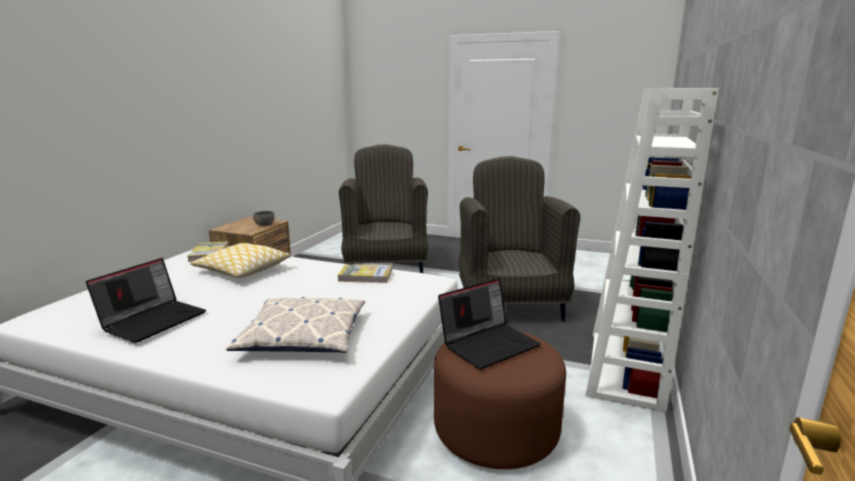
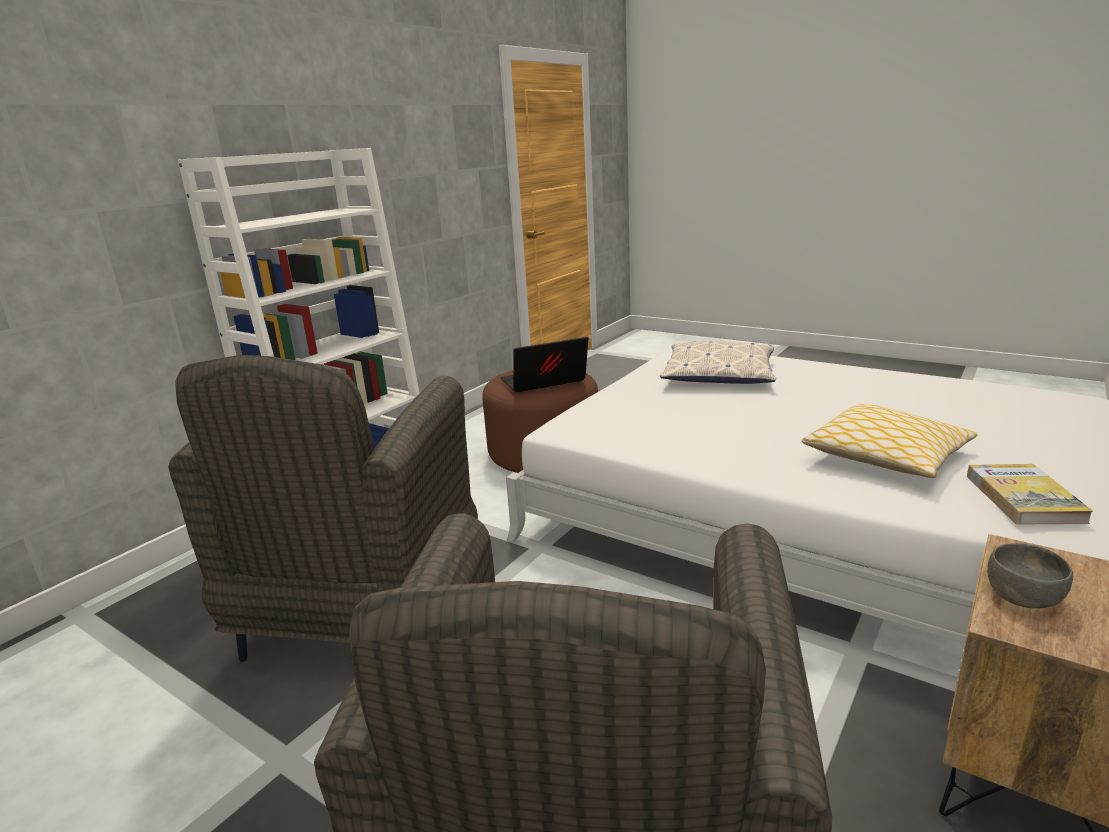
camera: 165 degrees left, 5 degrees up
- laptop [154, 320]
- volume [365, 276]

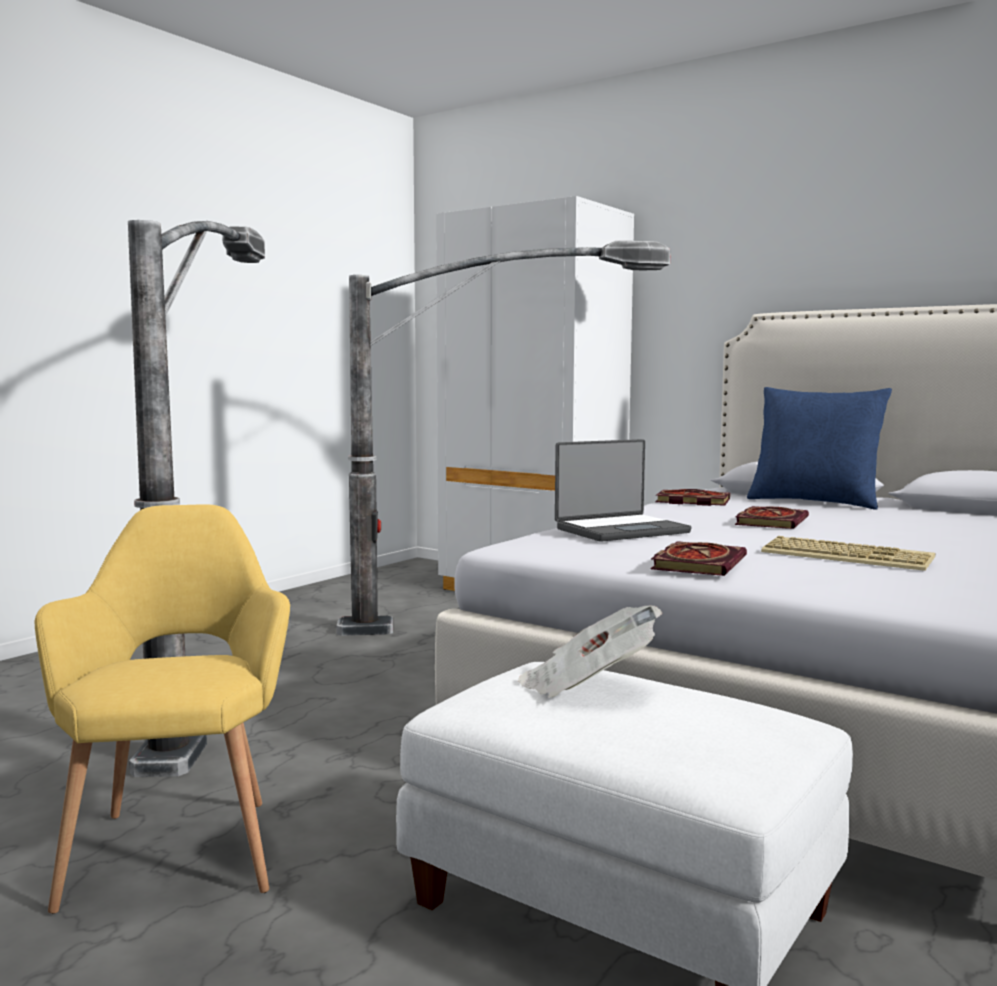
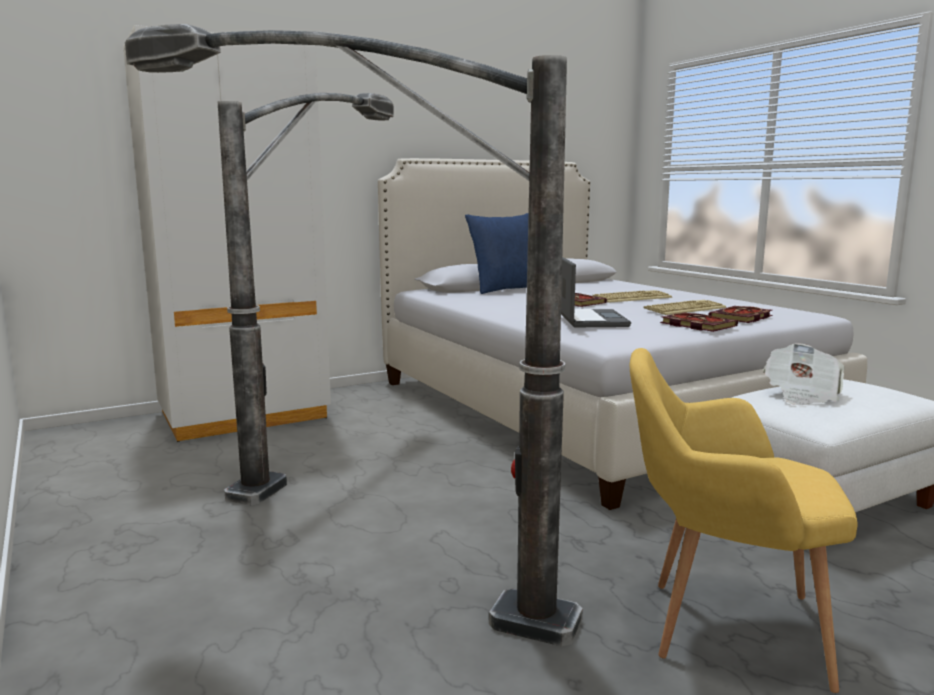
camera: 65 degrees left, 5 degrees up
~ volume [690, 501] to [741, 317]
+ keyboard [631, 298]

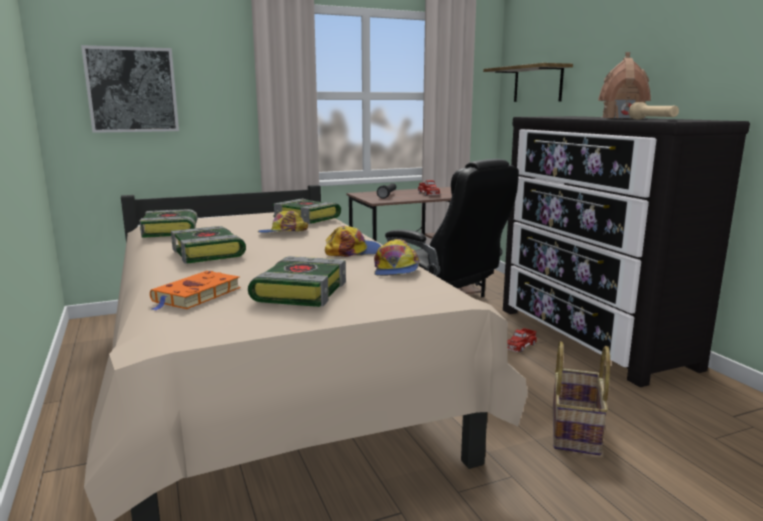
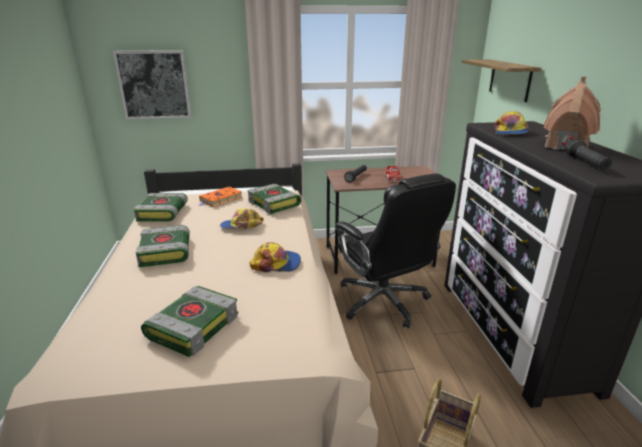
camera: 15 degrees right, 10 degrees up
~ hand torch (sand-coloured) [653, 120] to hand torch (blackish) [586, 163]
~ peaked cap [396, 269] to [510, 132]
~ volume (orangey) [195, 295] to [220, 199]
- toy truck [520, 346]

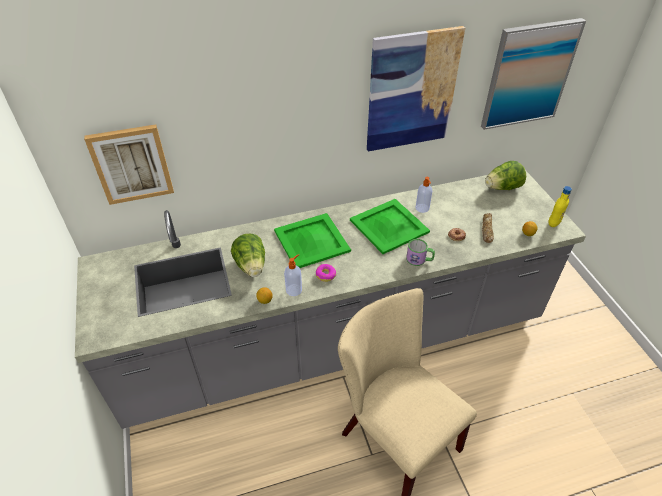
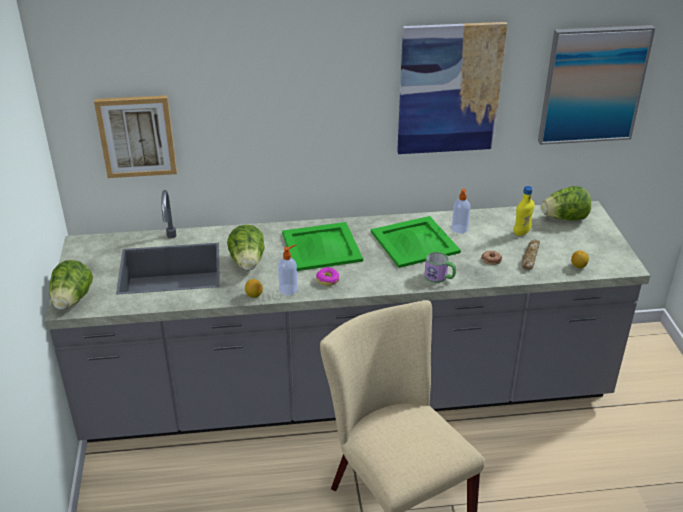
camera: 10 degrees right, 10 degrees down
~ bottle (yellowish) [553, 223] to [521, 232]
+ lettuce [72, 300]

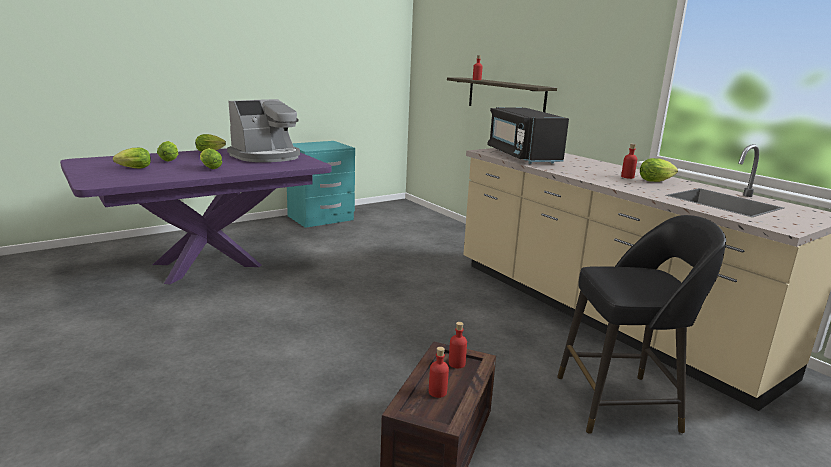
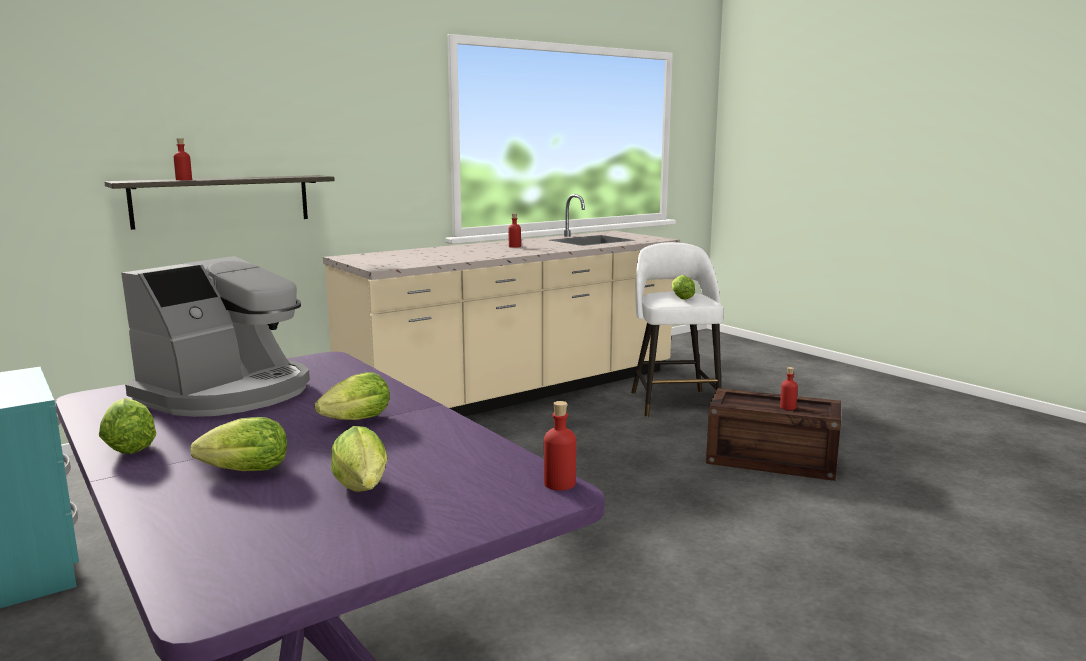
camera: 90 degrees left, 5 degrees down
~ coffee machine [266, 156] = [228, 393] 75 degrees clockwise
- microwave oven (blackish) [522, 156]
~ lettuce [657, 181] to [681, 297]
~ stool seat (blackish) [620, 403] to stool seat (white-coloured) [674, 402]
~ bottle (red-coloured) [456, 363] to [559, 483]

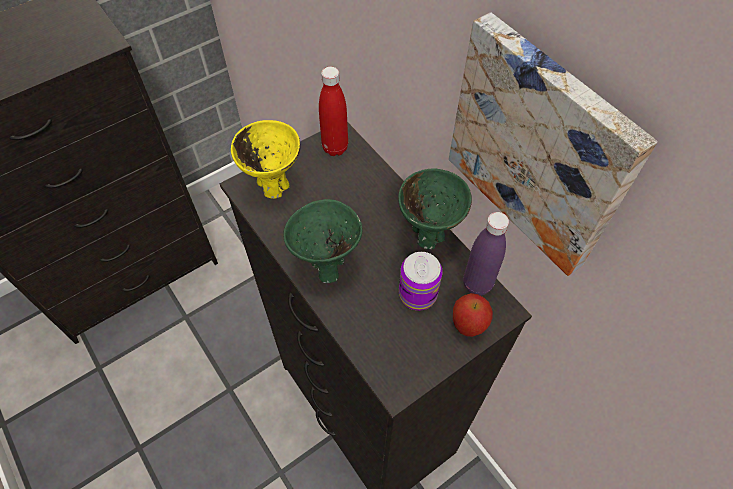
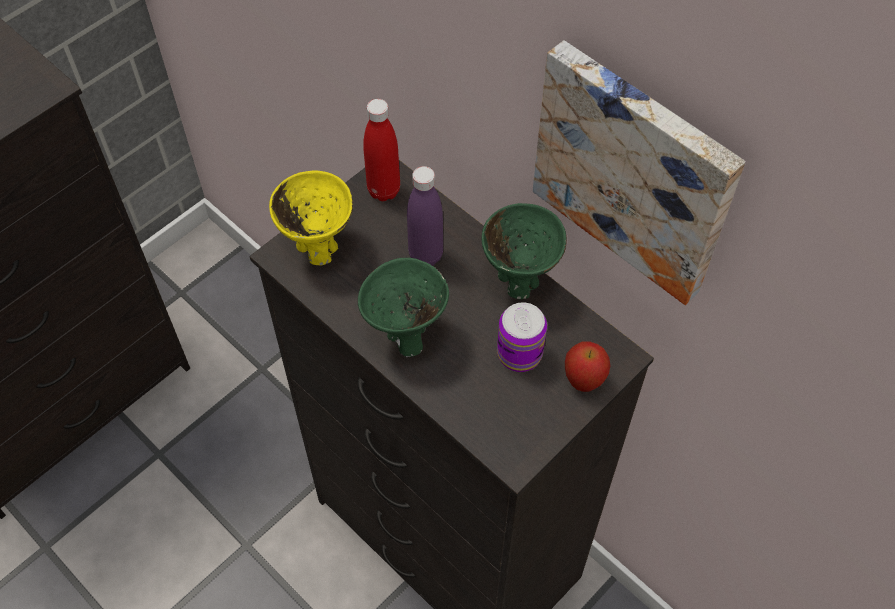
camera: 10 degrees left, 0 degrees up
~ bottle (purple-coloured) [477, 284] to [426, 255]

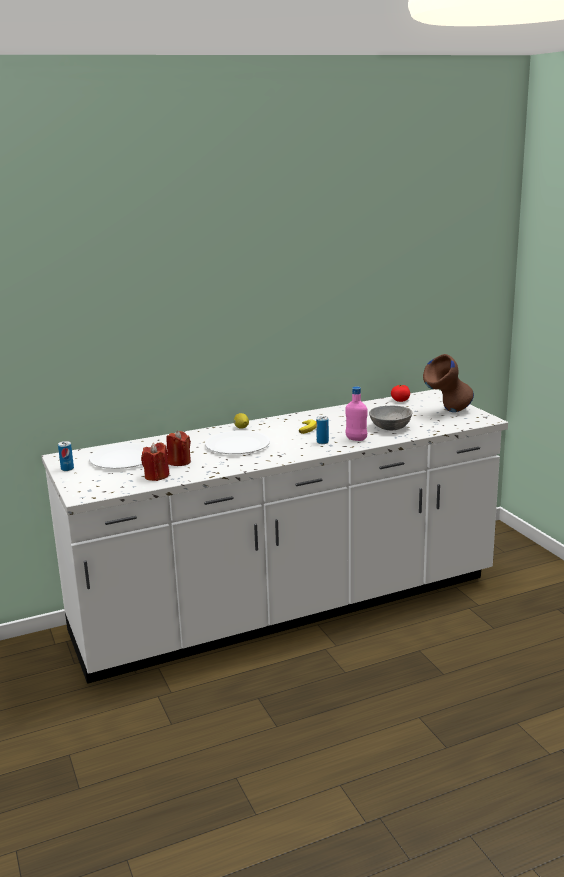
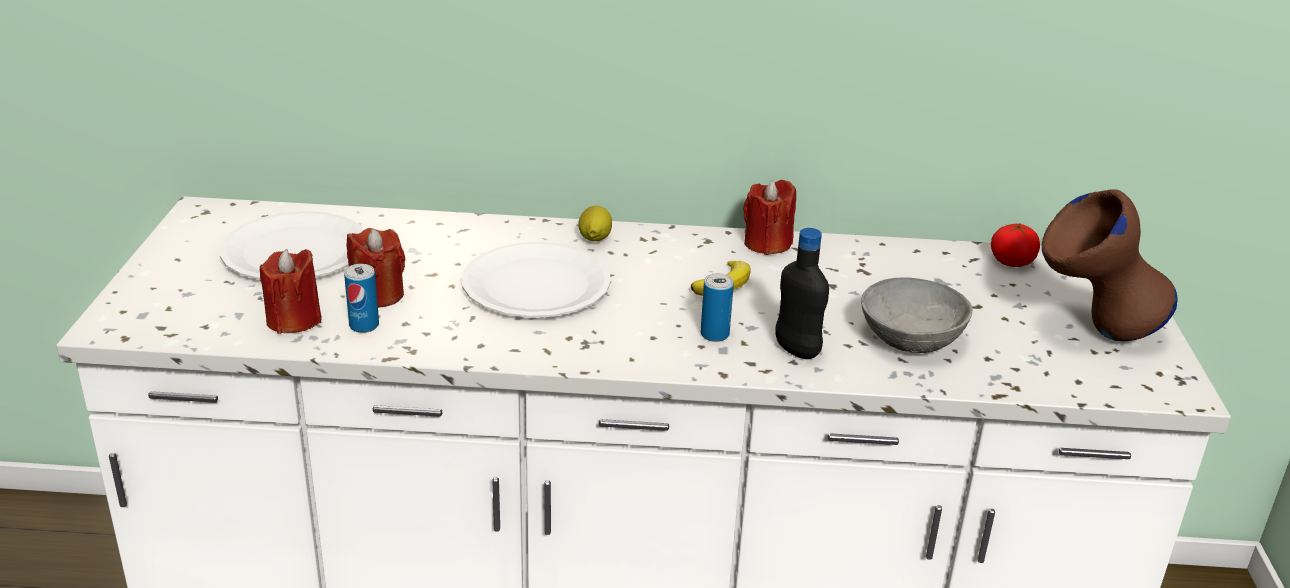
camera: 25 degrees right, 10 degrees up
~ bottle (pink) [356, 439] to bottle (blackish) [796, 350]
~ can [67, 469] to [364, 325]
+ wax candle (red-coloured) [767, 244]

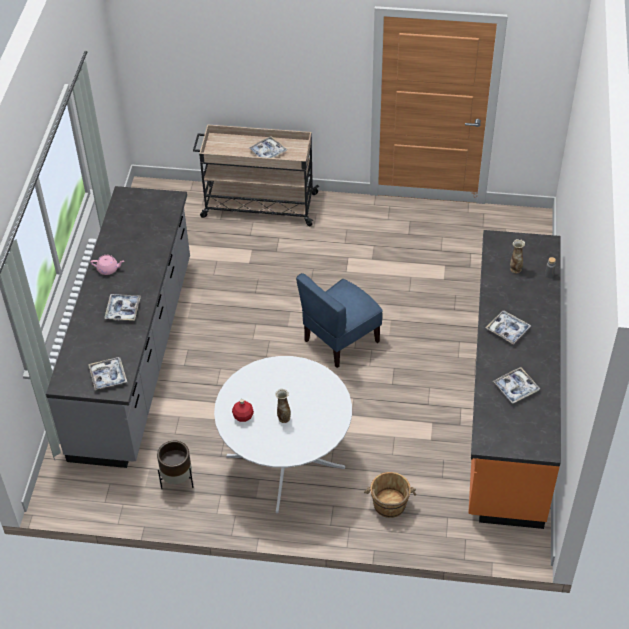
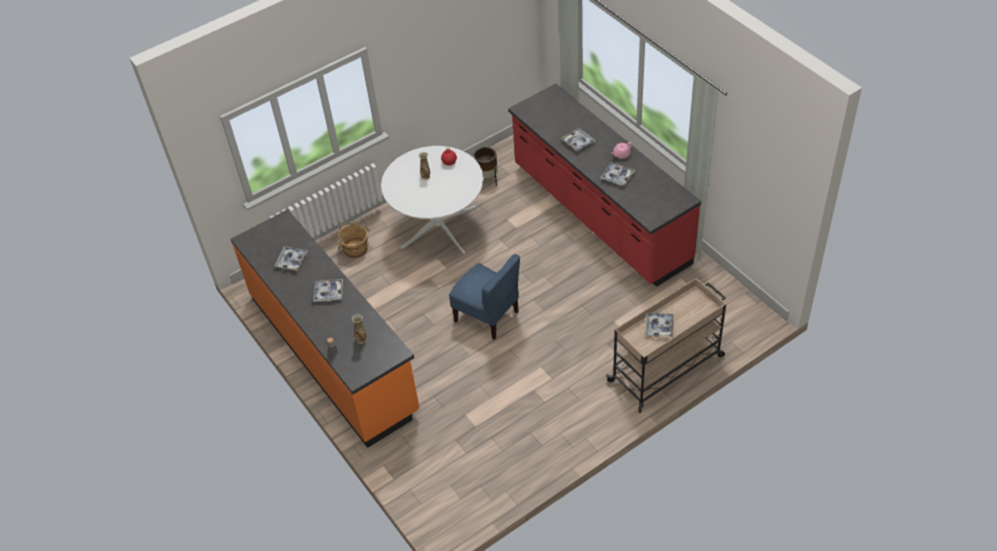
camera: 140 degrees right, 0 degrees up
~ kitchen counter (grey) [134, 356] to kitchen counter (red-coloured) [599, 215]
~ chair (bluish) [340, 340] = [487, 316] 120 degrees clockwise
~ carrying tray [108, 376] to [617, 176]

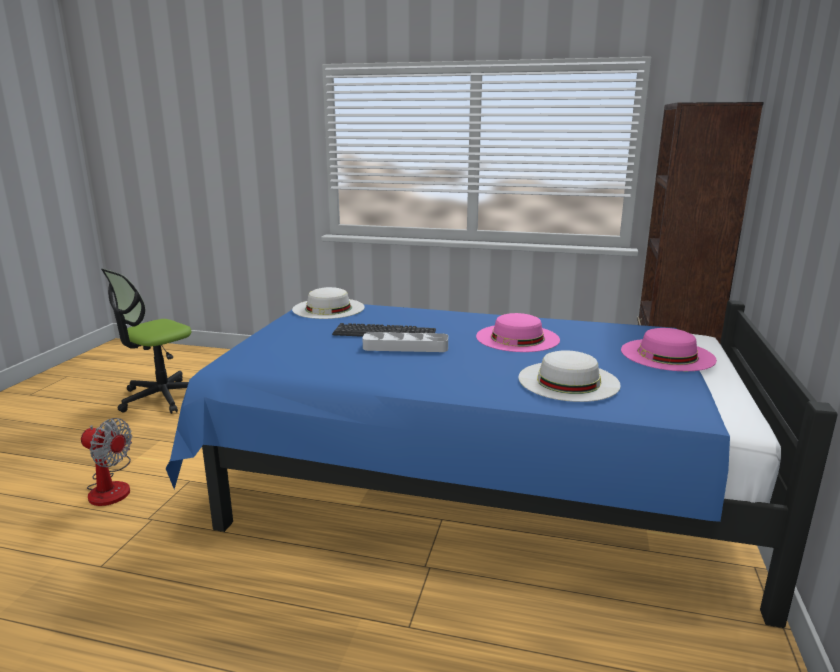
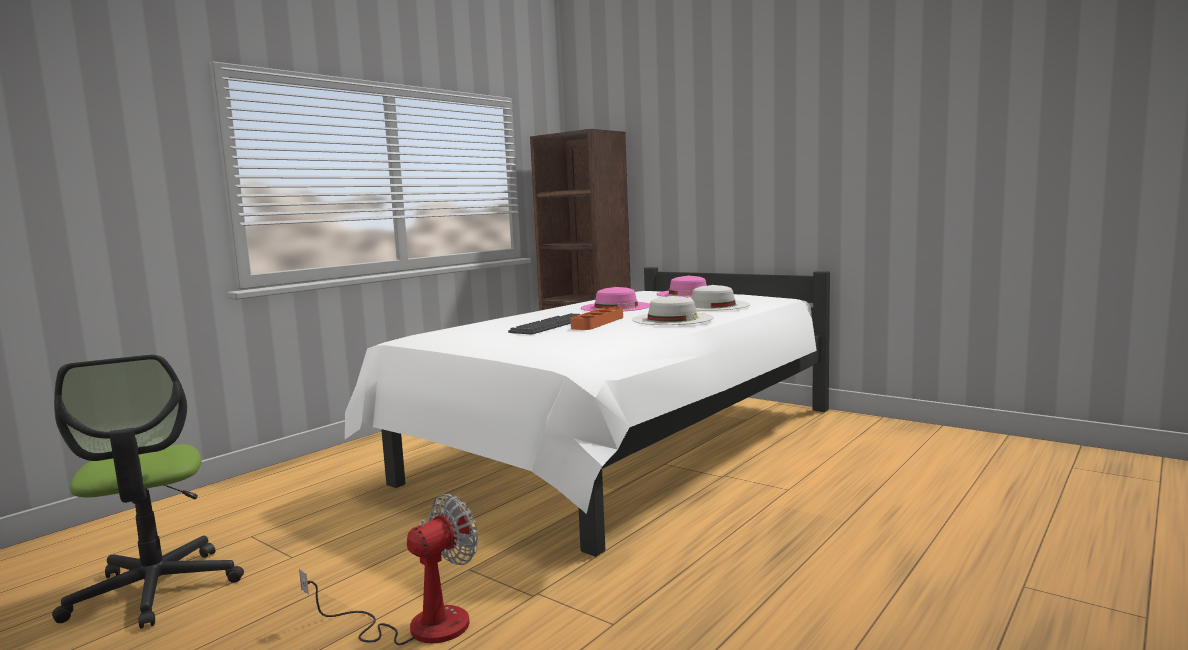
camera: 65 degrees left, 10 degrees down
~ hat (white-coloured) [328, 308] to [672, 319]
~ bedroom bed (bluish) [471, 483] to bedroom bed (white-coloured) [622, 448]
~ carrying tray (grey) [405, 347] to carrying tray (orangey) [598, 323]

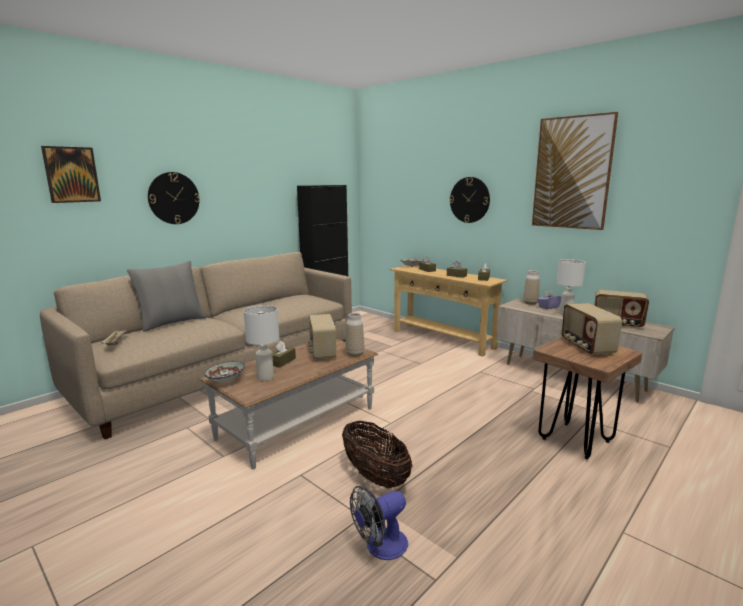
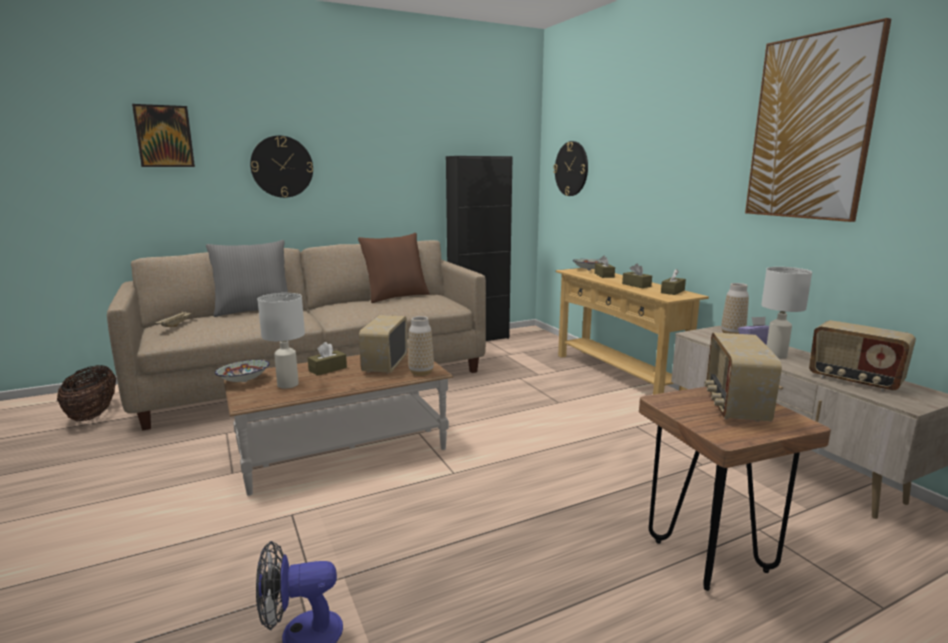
camera: 20 degrees right, 0 degrees up
~ wall clock [469, 200] to [571, 169]
~ household basket [375, 476] to [93, 414]
+ pillow (brown-coloured) [395, 297]

